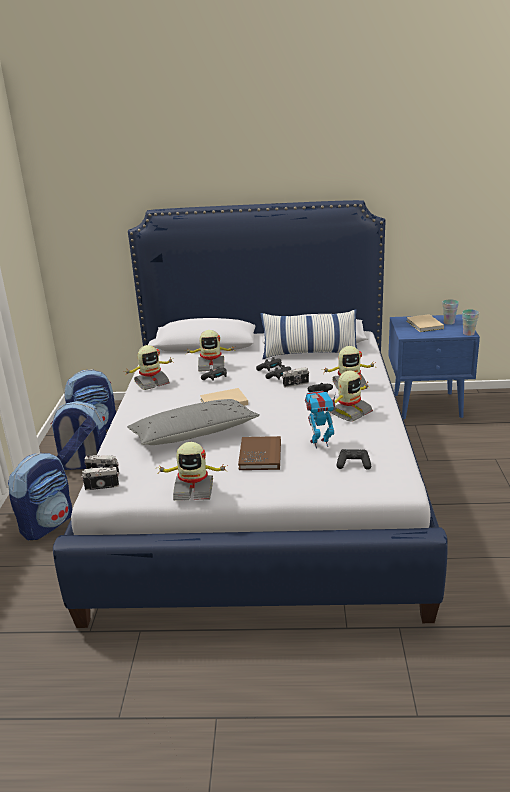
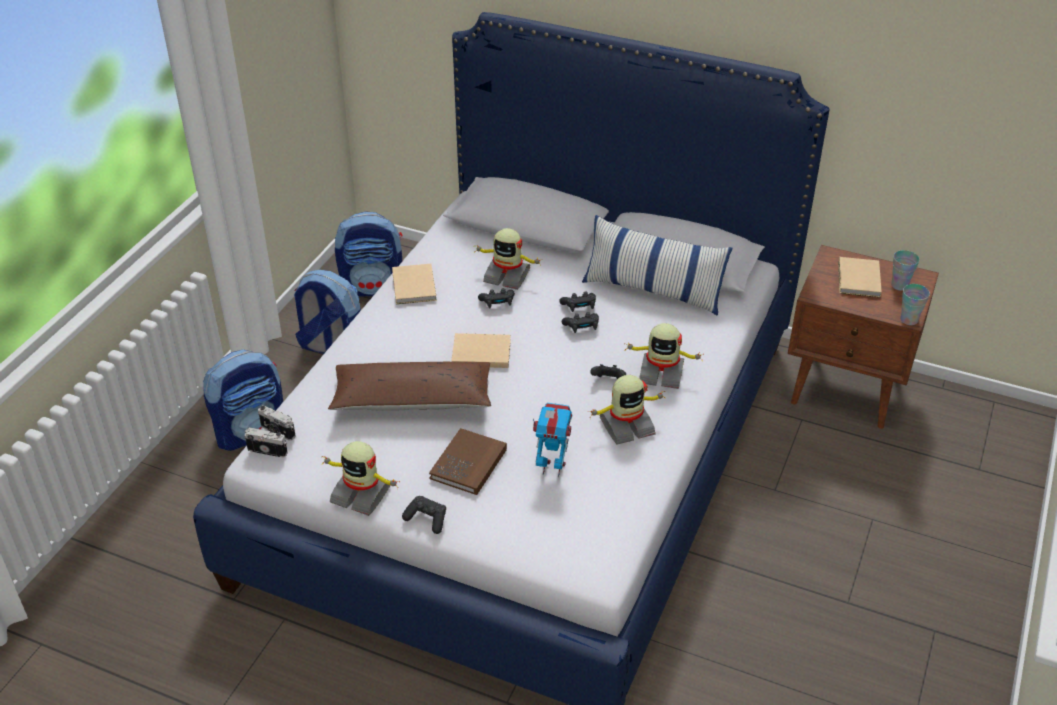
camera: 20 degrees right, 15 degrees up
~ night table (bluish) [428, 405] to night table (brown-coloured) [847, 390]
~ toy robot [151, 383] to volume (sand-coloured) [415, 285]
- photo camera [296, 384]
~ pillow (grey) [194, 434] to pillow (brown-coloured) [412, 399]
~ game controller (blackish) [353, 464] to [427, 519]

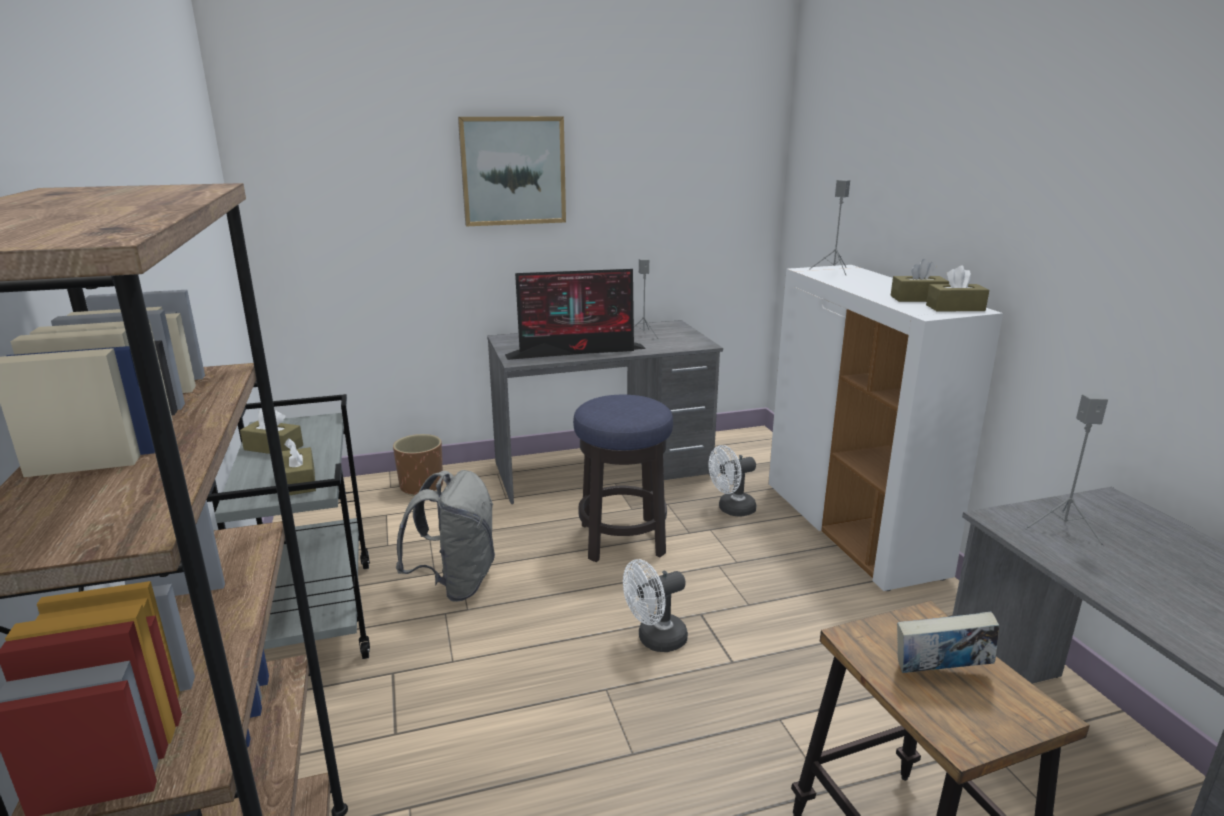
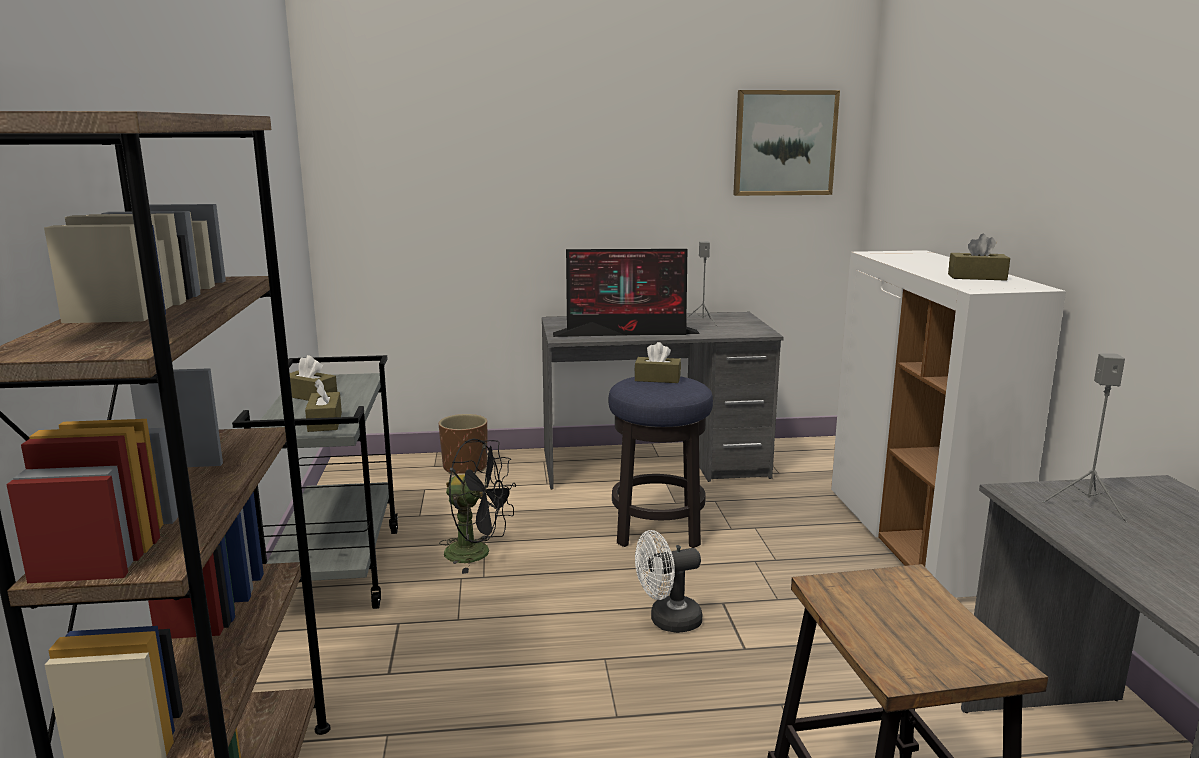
camera: 10 degrees right, 5 degrees down
~ picture [513, 171] to [784, 143]
- loudspeaker (grey) [834, 270]
~ box of tissues (brown-coloured) [955, 308] to [657, 379]
- cooling fan (white-coloured) [731, 510]
~ backpack (grey) [456, 583] to cooling fan (blackish) [477, 554]
- volume [940, 673]

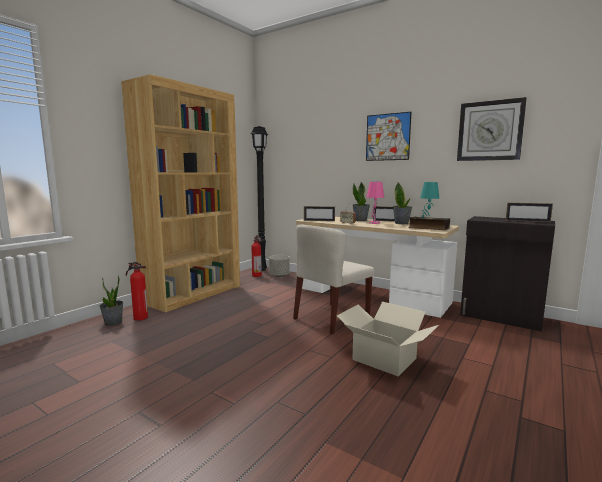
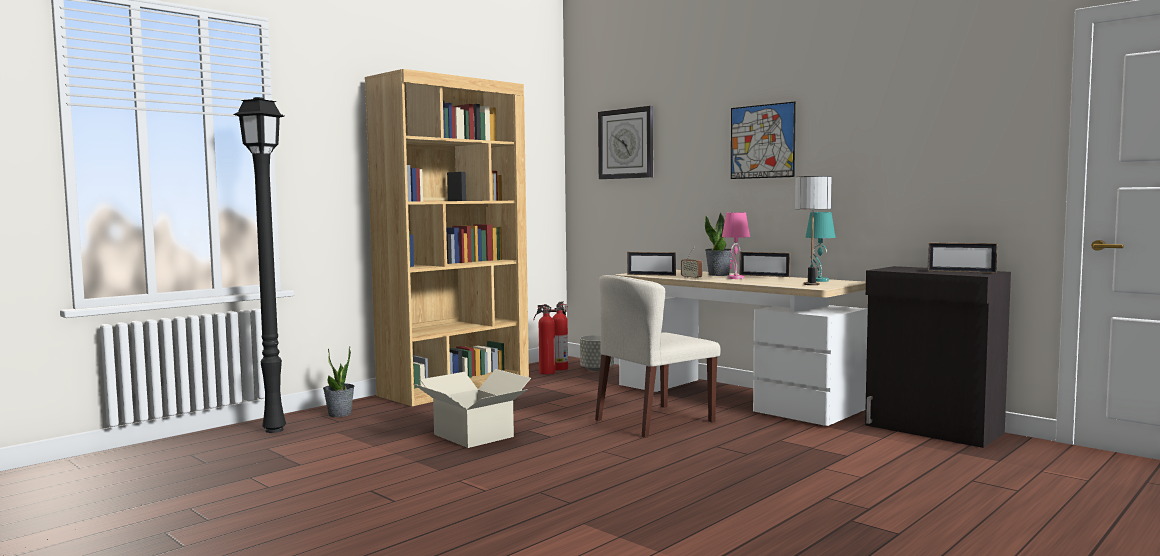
camera: 10 degrees right, 5 degrees down
~ wall clock [490, 131] to [626, 143]
~ floor lamp (blackish) [262, 269] to [276, 430]
- houseplant [401, 223]
~ volume [428, 228] to table lamp [811, 284]
~ fire extinguisher [139, 318] to [546, 372]
~ cardboard box [384, 358] to [474, 435]

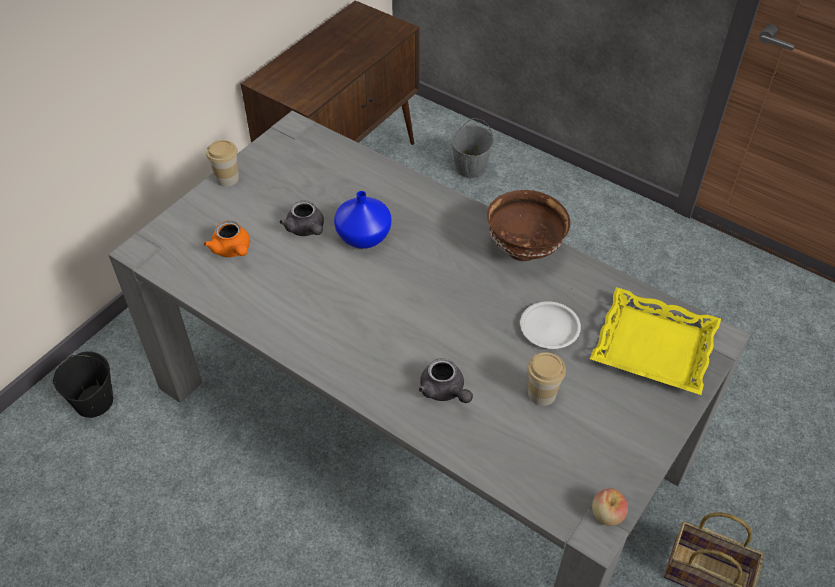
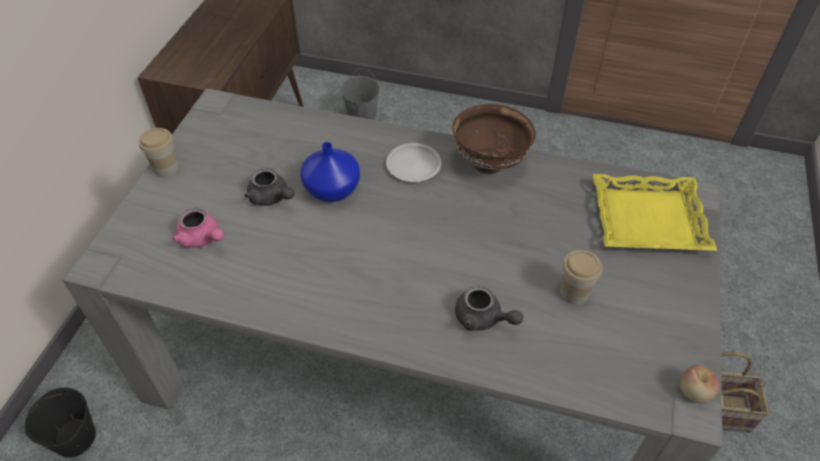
camera: 20 degrees left, 0 degrees up
~ teapot (orangey) [233, 250] to teapot (pink) [202, 239]
~ dinner plate (white-coloured) [549, 327] to [413, 165]

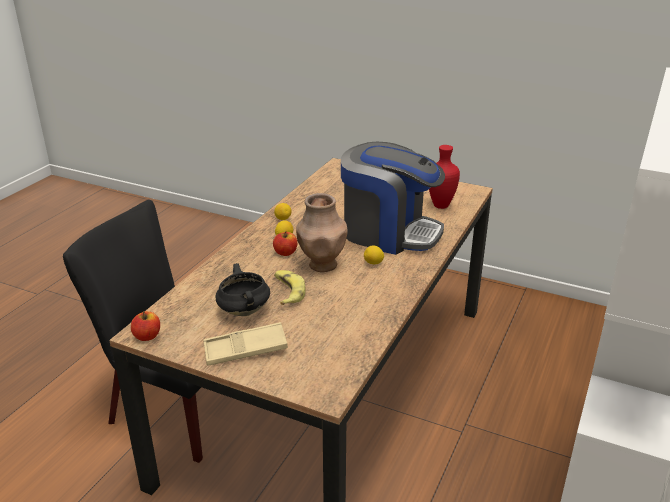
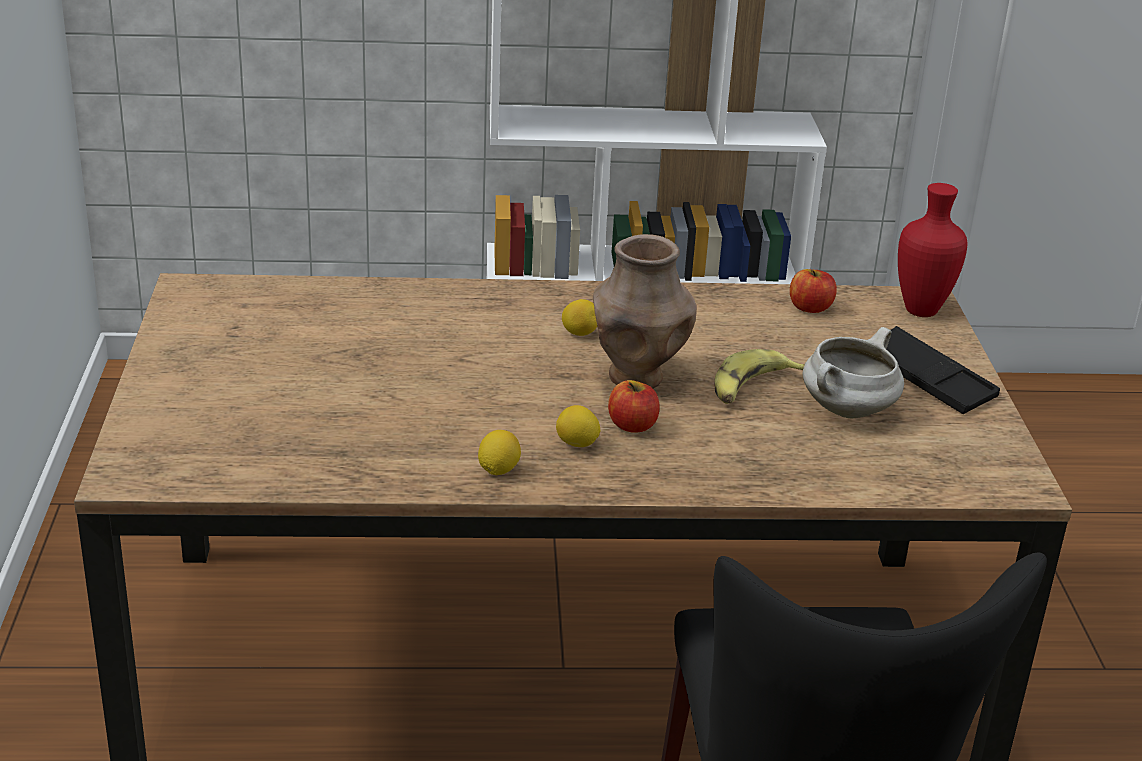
camera: 120 degrees left, 0 degrees up
- coffee machine [389, 232]
~ vase (red-coloured) [441, 206] to [921, 310]
~ cooking pot (blackish) [243, 310] to cooking pot (white-coloured) [847, 411]
~ apple fruit [147, 336] to [810, 308]
~ carrying tray (sand-coloured) [245, 349] to carrying tray (blackish) [926, 379]

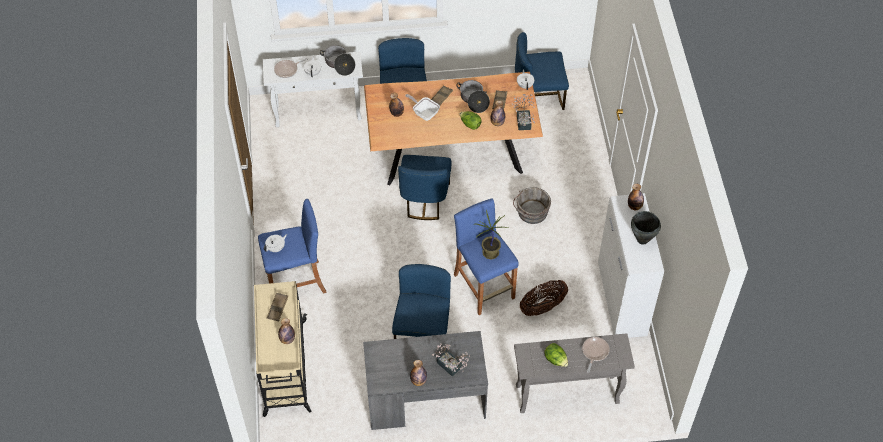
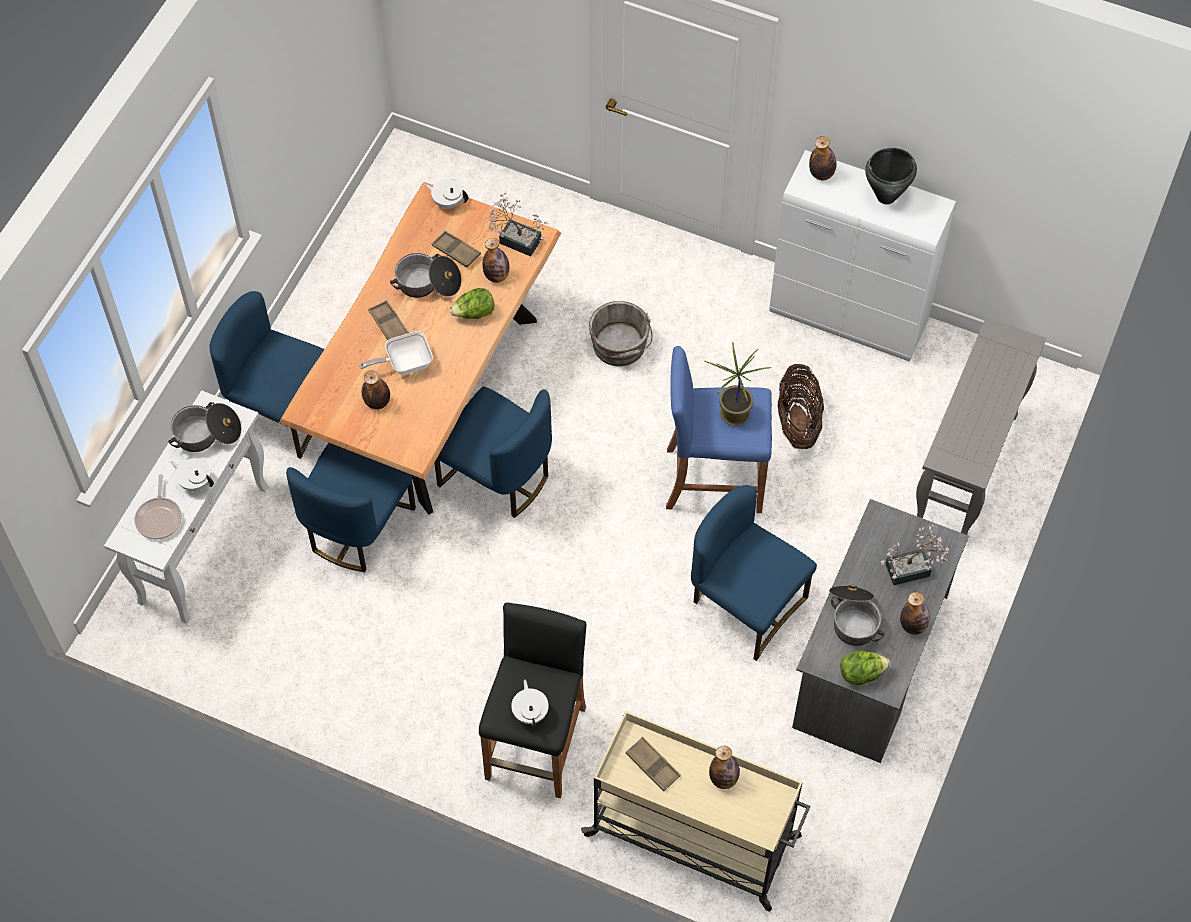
camera: 60 degrees left, 5 degrees up
~ chair (bluish) [539, 95] to [357, 527]
~ stool seat (bluish) [296, 282] to stool seat (blackish) [536, 743]
- frying pan [594, 352]
~ lettuce [555, 360] to [861, 673]
+ cooking pot [853, 618]

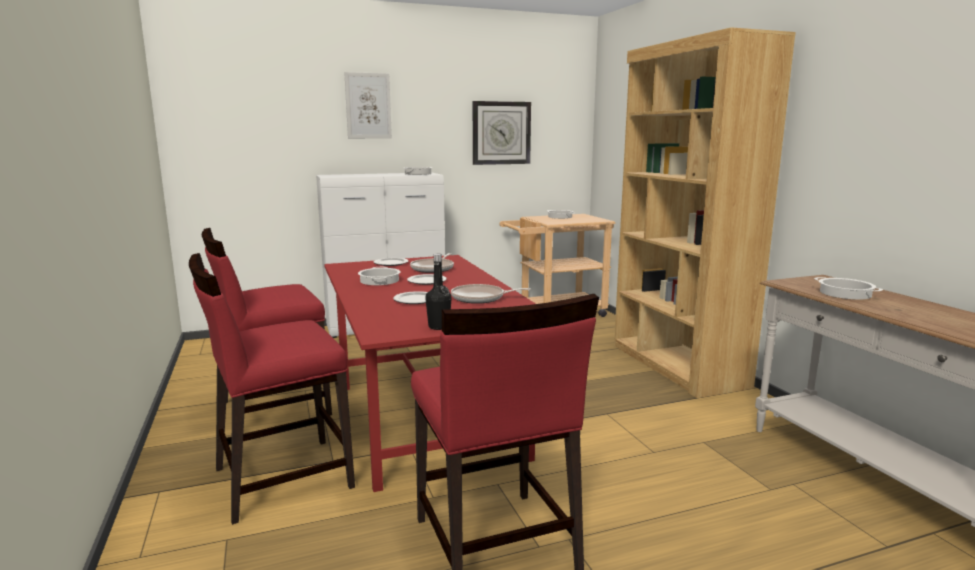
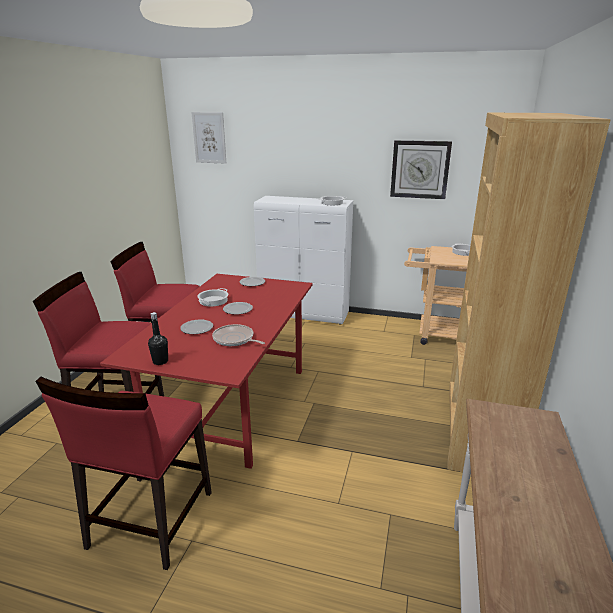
camera: 35 degrees right, 10 degrees up
~ picture [368, 106] to [209, 138]
- frying pan [433, 268]
- cooking pot [844, 293]

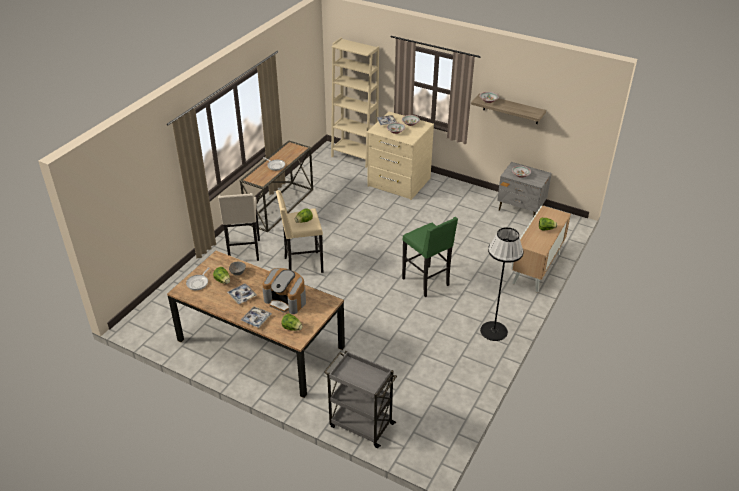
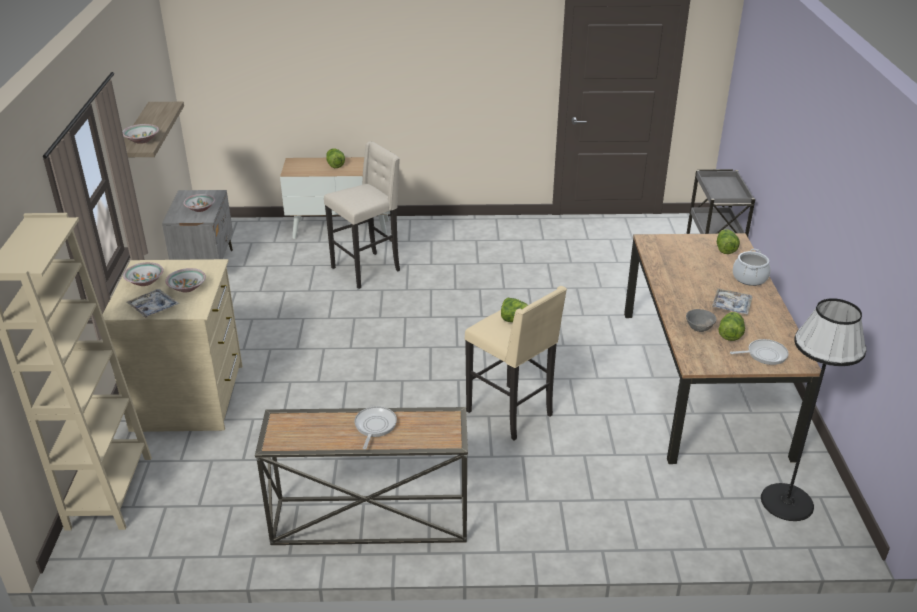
camera: 120 degrees left, 5 degrees down
~ stool seat (sand-coloured) [244, 252] to [367, 269]
- stool seat (greenish) [427, 282]
~ floor lamp (blackish) [493, 331] to [787, 502]
- coffee machine [286, 300]
~ carrying tray [256, 319] to cooking pot [749, 278]

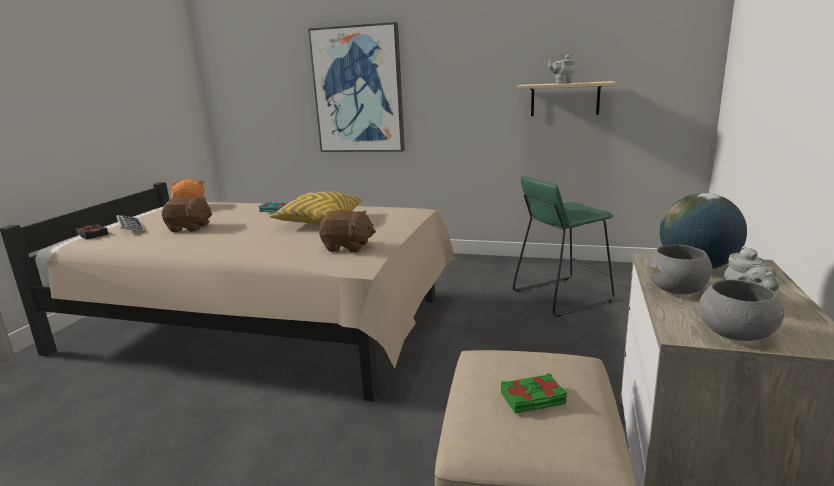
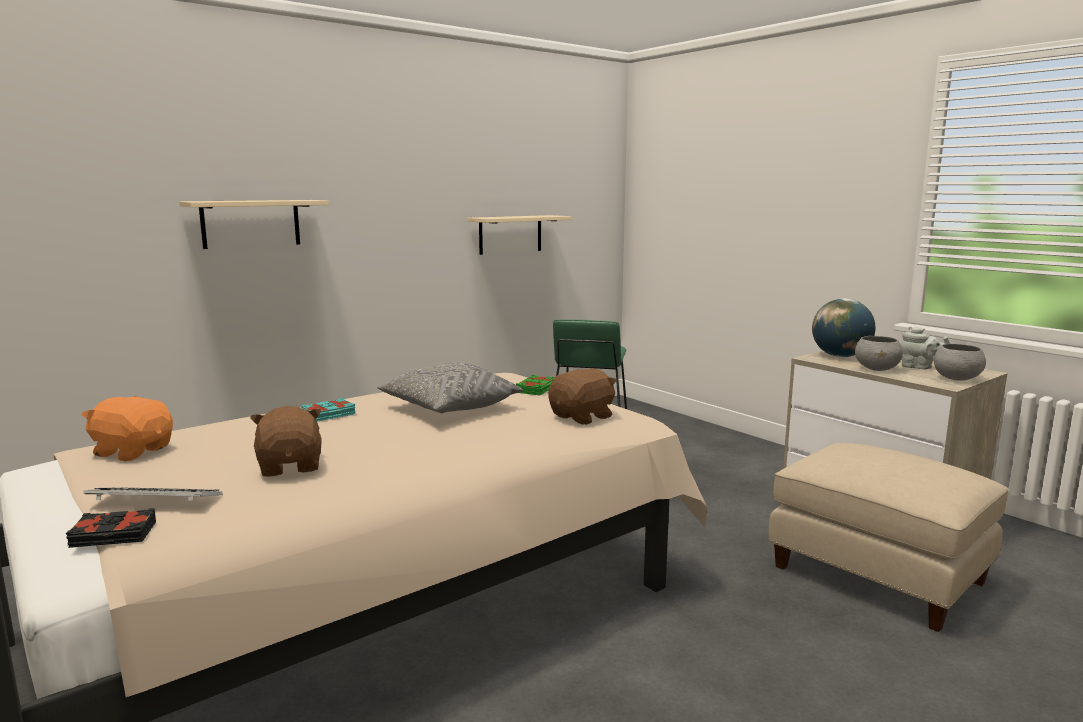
camera: 55 degrees left, 5 degrees down
~ picture [358, 90] to shelf (sand-coloured) [251, 223]
- teapot (grey) [562, 83]
~ pillow (yellowish) [319, 221] to pillow (grey) [450, 408]
~ plush toy (brown-coloured) [190, 228] = [291, 466] 60 degrees counterclockwise
~ volume (greenish) [533, 399] to [536, 389]

